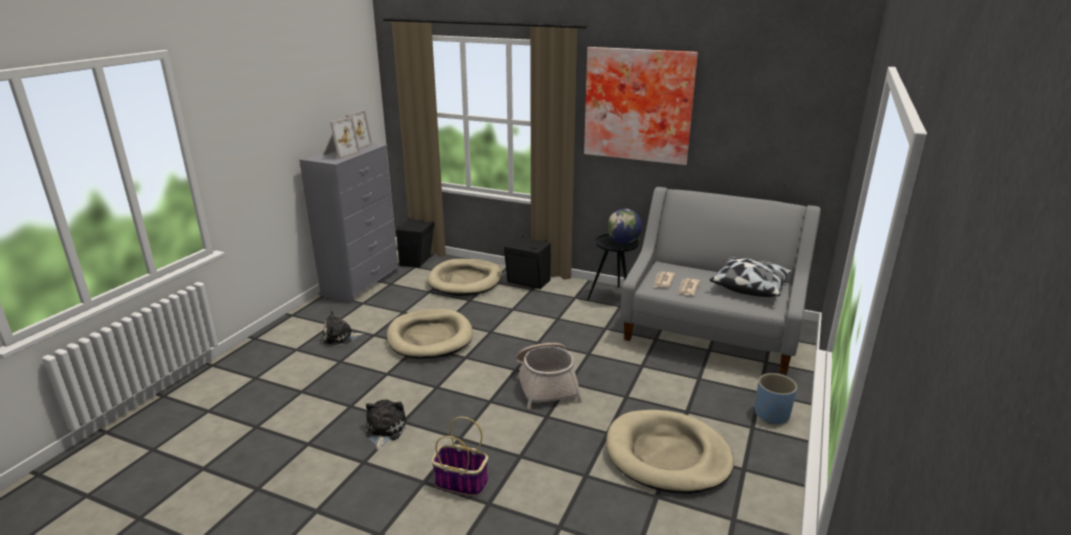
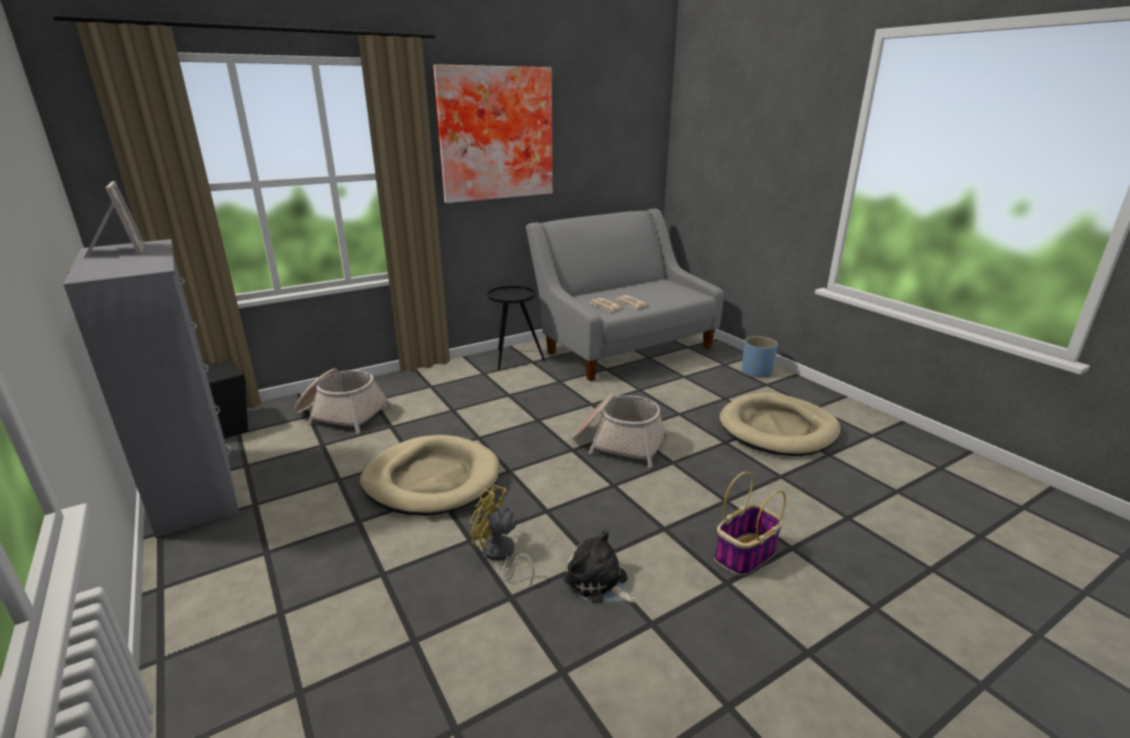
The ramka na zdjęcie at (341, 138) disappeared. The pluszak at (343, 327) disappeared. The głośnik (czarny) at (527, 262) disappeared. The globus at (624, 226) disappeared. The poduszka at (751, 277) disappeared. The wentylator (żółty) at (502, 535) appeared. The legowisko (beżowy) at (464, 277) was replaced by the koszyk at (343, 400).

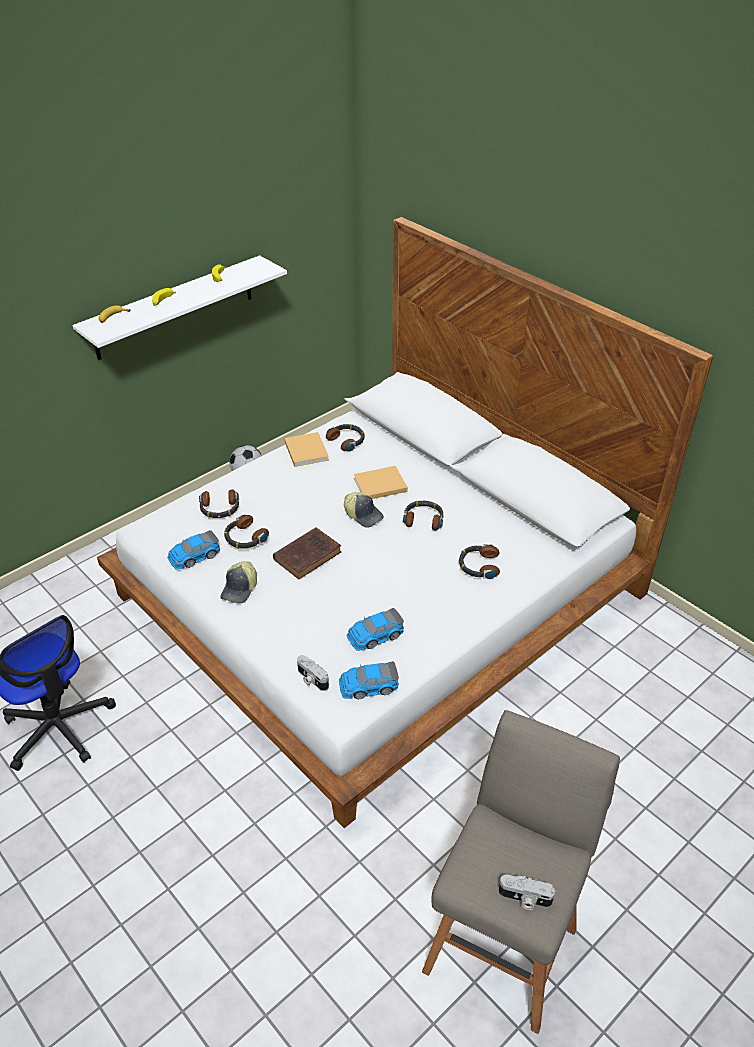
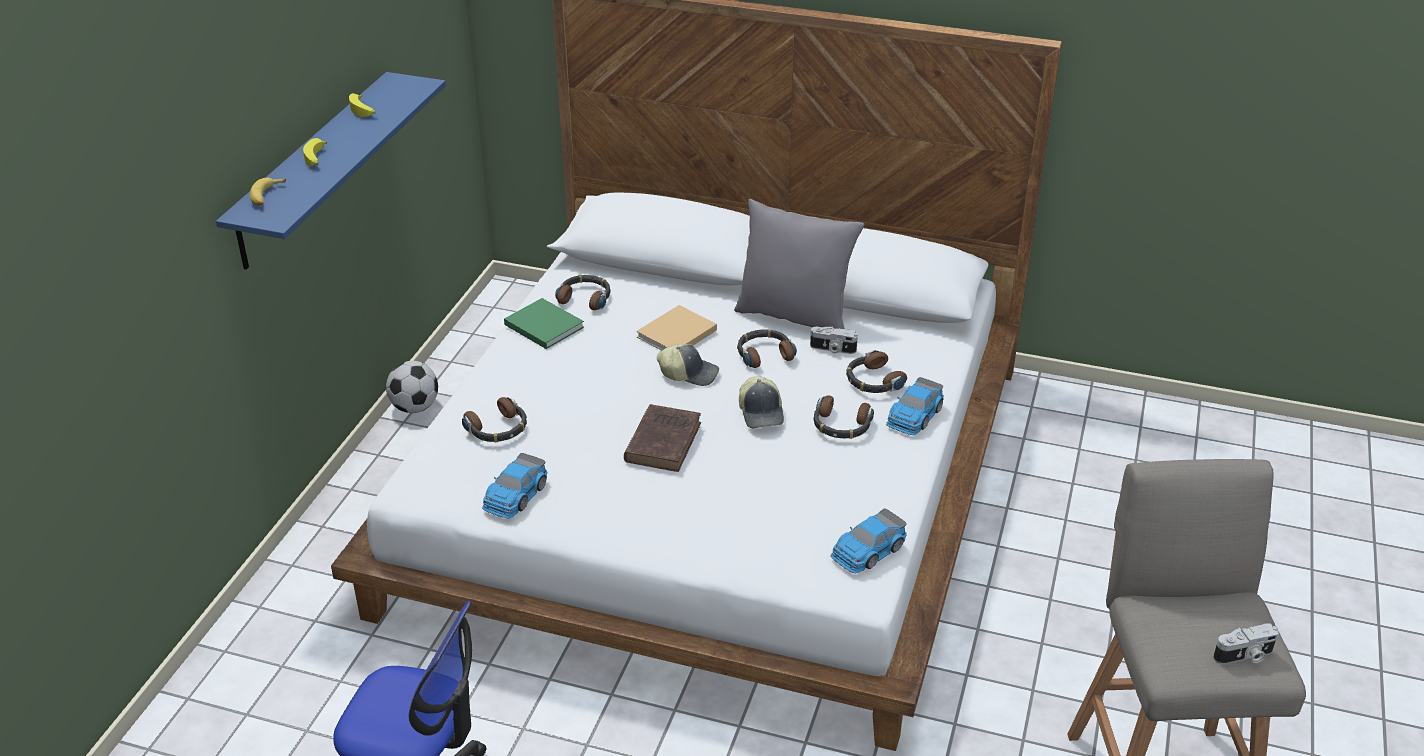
The poduszka (szary) at (799, 264) appeared. The czapka z daszkiem moved from (238, 582) to (761, 402). The słuchawki moved from (246, 532) to (844, 417). The aparat fotograficzny moved from (313, 673) to (834, 340). The samochodzik moved from (375, 629) to (915, 406). The półka (biały) at (179, 307) became the półka (niebieski) at (331, 171). The książka (beżowy) at (306, 449) became the książka (zielony) at (544, 323).

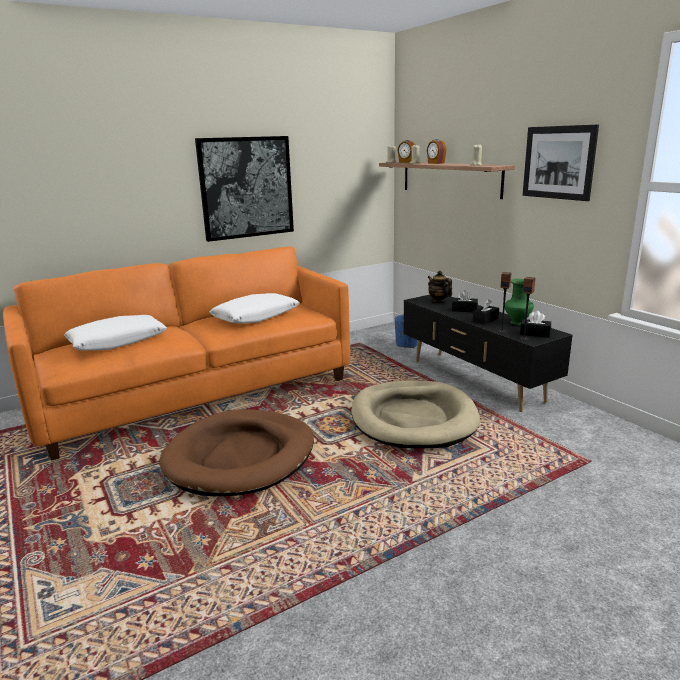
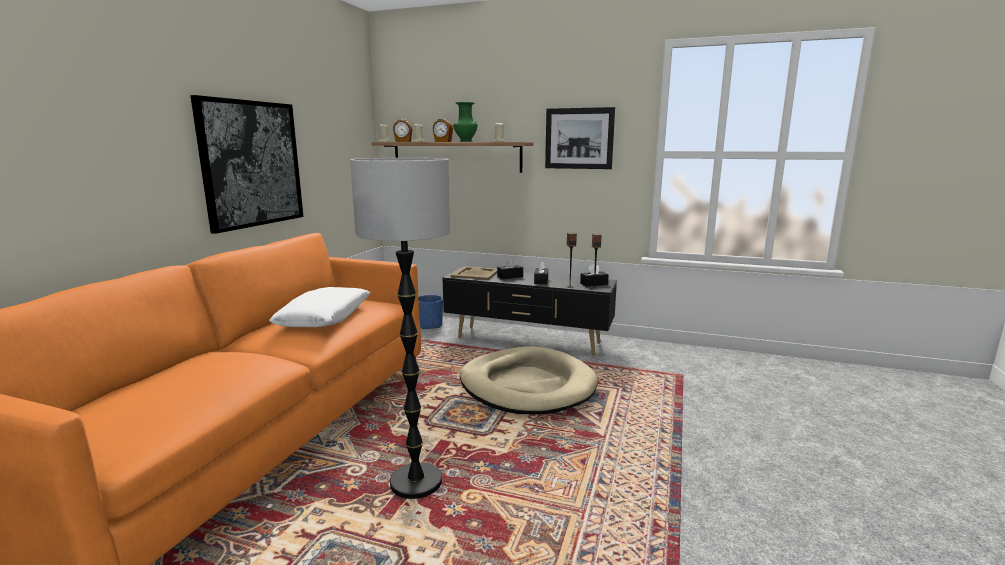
The poduszka (biały) at (115, 333) disappeared. The wazon (zielony) moved from (519, 302) to (465, 122). The legowisko (brązowy) at (236, 452) was replaced by the lampa stojąca at (400, 328). The imbryk at (440, 287) was replaced by the taca (beżowy) at (473, 273).

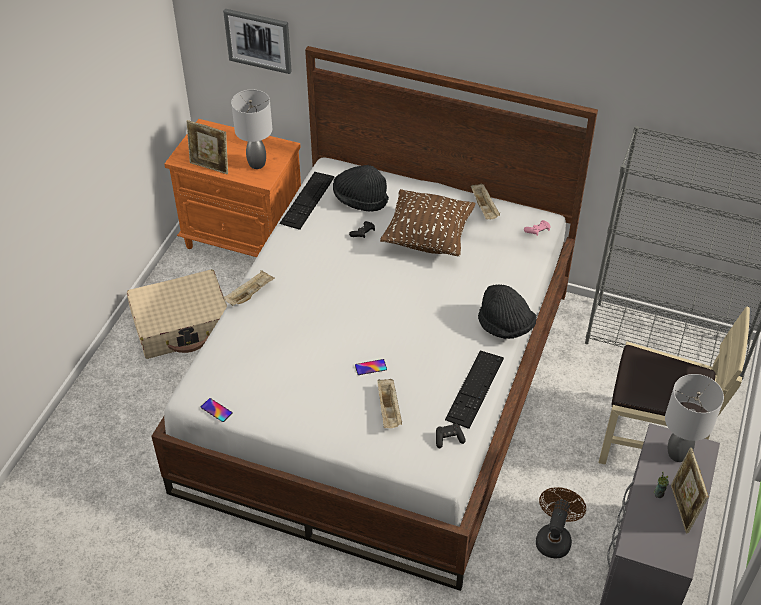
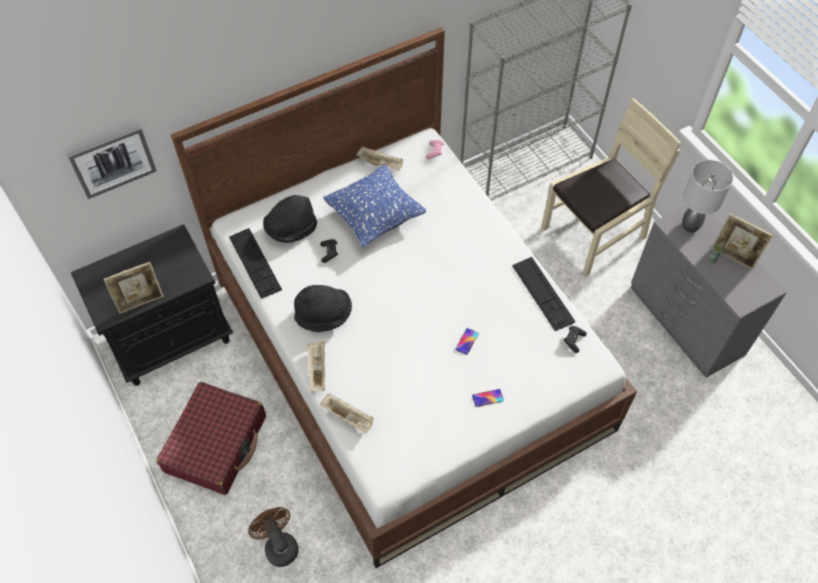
The lampa stołowa (szary) at (251, 129) disappeared. The telefon moved from (216, 410) to (488, 398). The taca (beżowy) moved from (390, 403) to (347, 413). The kapelusz (czarny) moved from (507, 311) to (323, 308). The wentylator (brązowy) moved from (561, 522) to (273, 537). The walizka (beżowy) at (177, 314) became the walizka (czerwony) at (211, 438). The szafka nocna (pomarańczowy) at (232, 188) became the szafka nocna (czarny) at (152, 305). The poduszka (brązowy) at (427, 223) became the poduszka (niebieski) at (374, 205).

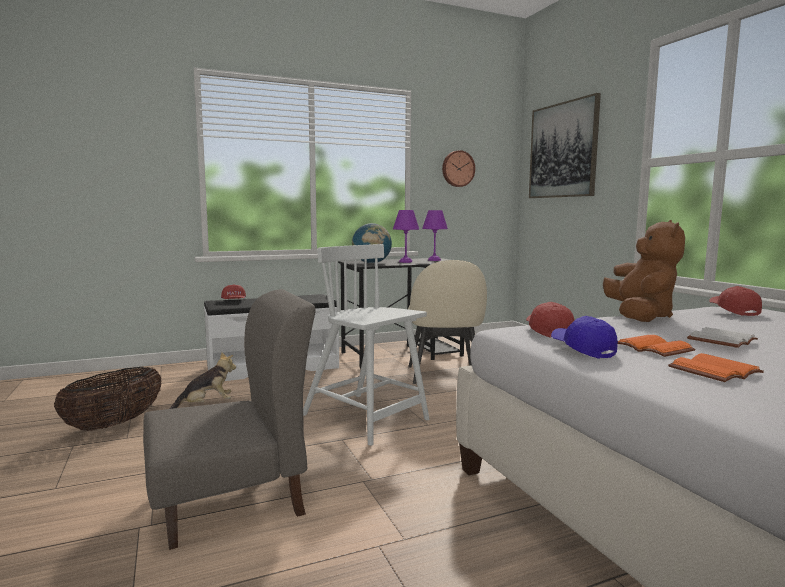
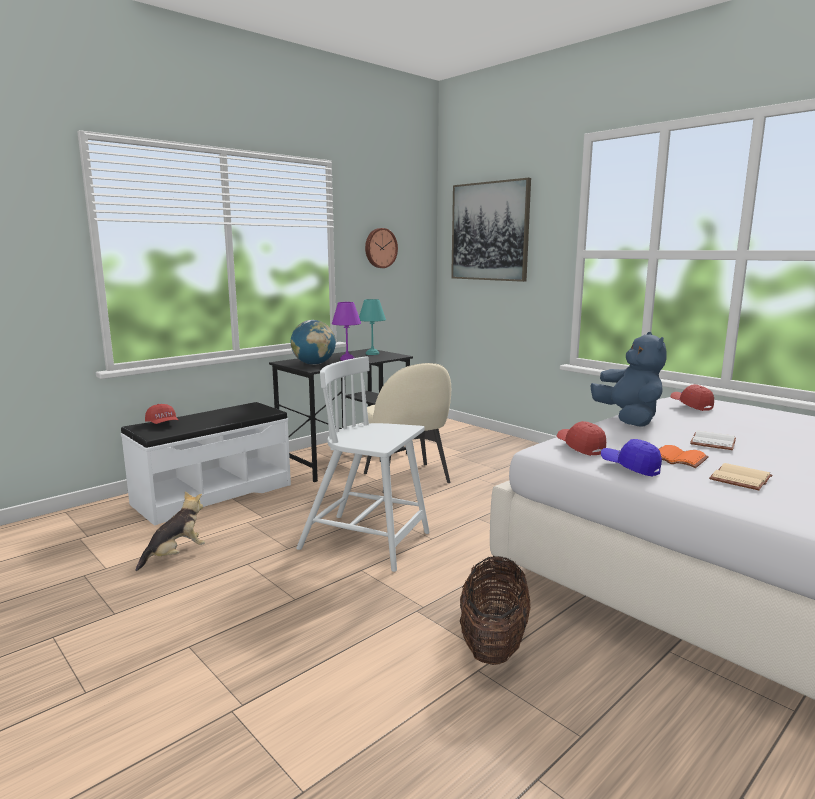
The krzesło (szary) at (229, 419) disappeared. The koszyk moved from (108, 399) to (495, 610). The lampa stołowa (fioletowy) at (435, 235) became the lampa stołowa (turkusowy) at (372, 327). The pluszak (brązowy) at (644, 271) became the pluszak (niebieski) at (629, 379). The książka (pomarańczowy) at (716, 367) became the książka (beżowy) at (740, 476).

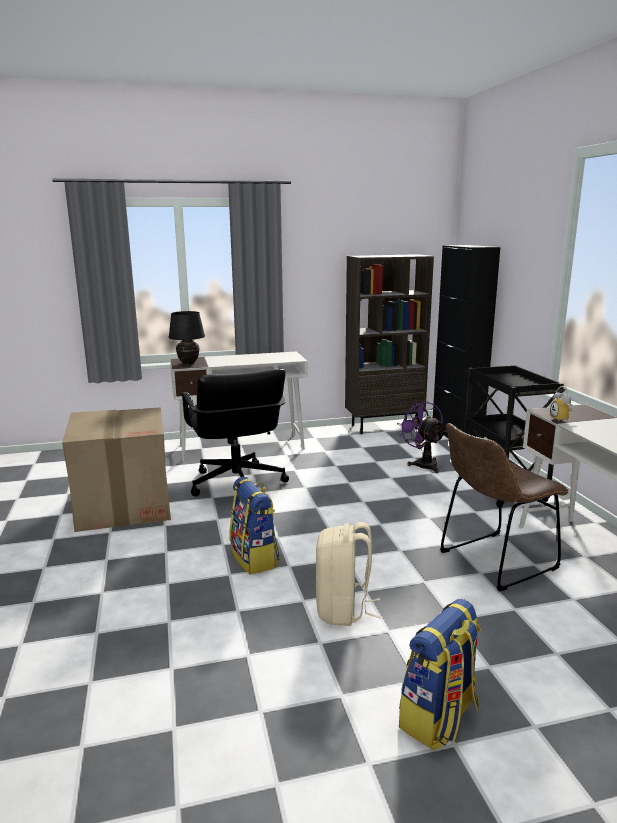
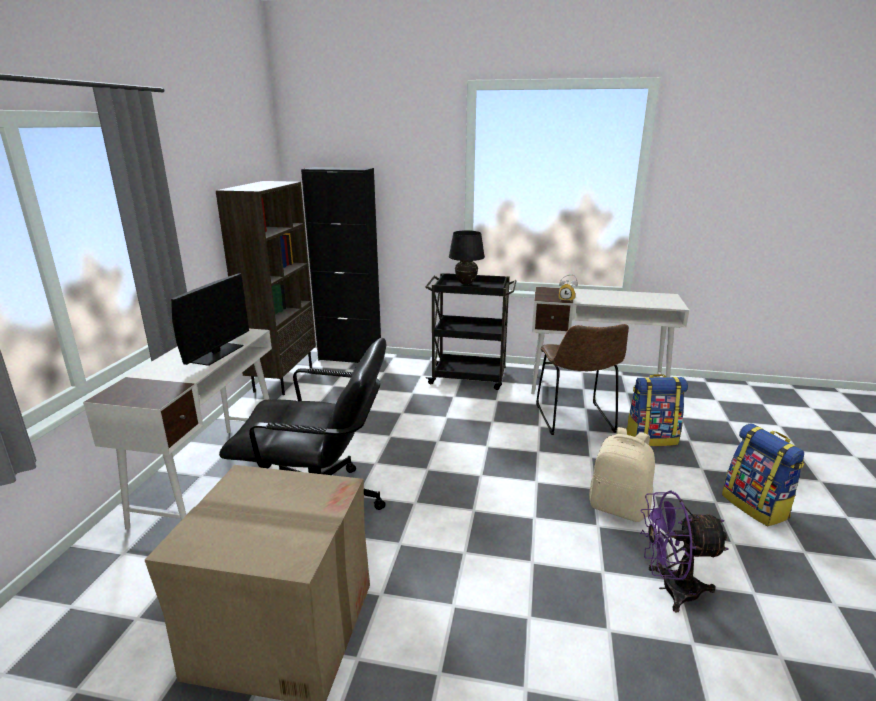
The monitor at (210, 320) appeared. The lampa stołowa (czarny) moved from (187, 337) to (467, 257). The plecak moved from (254, 526) to (657, 410). The wentylator (fioletowy) moved from (422, 437) to (684, 551).

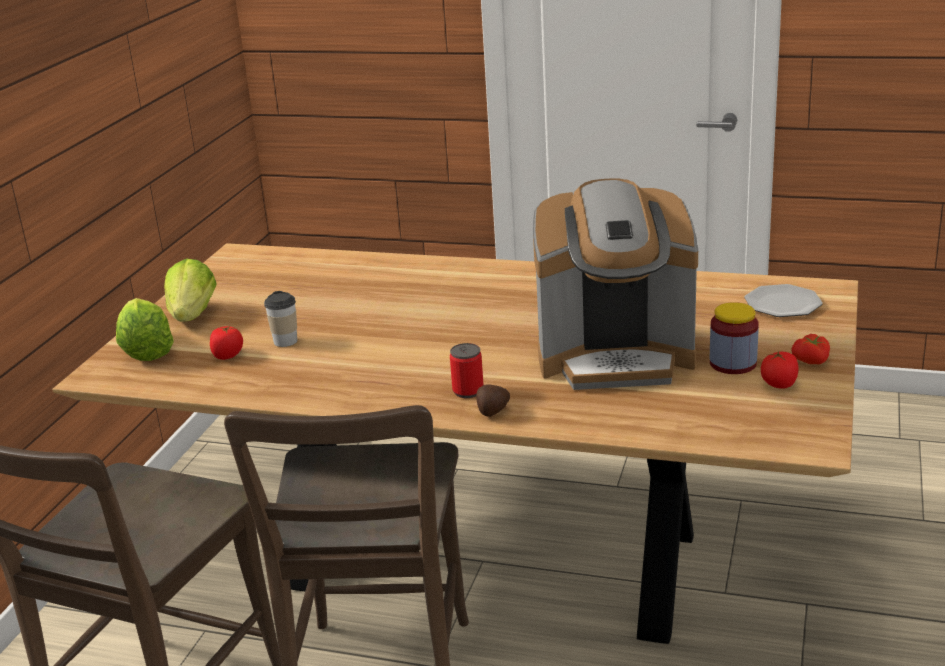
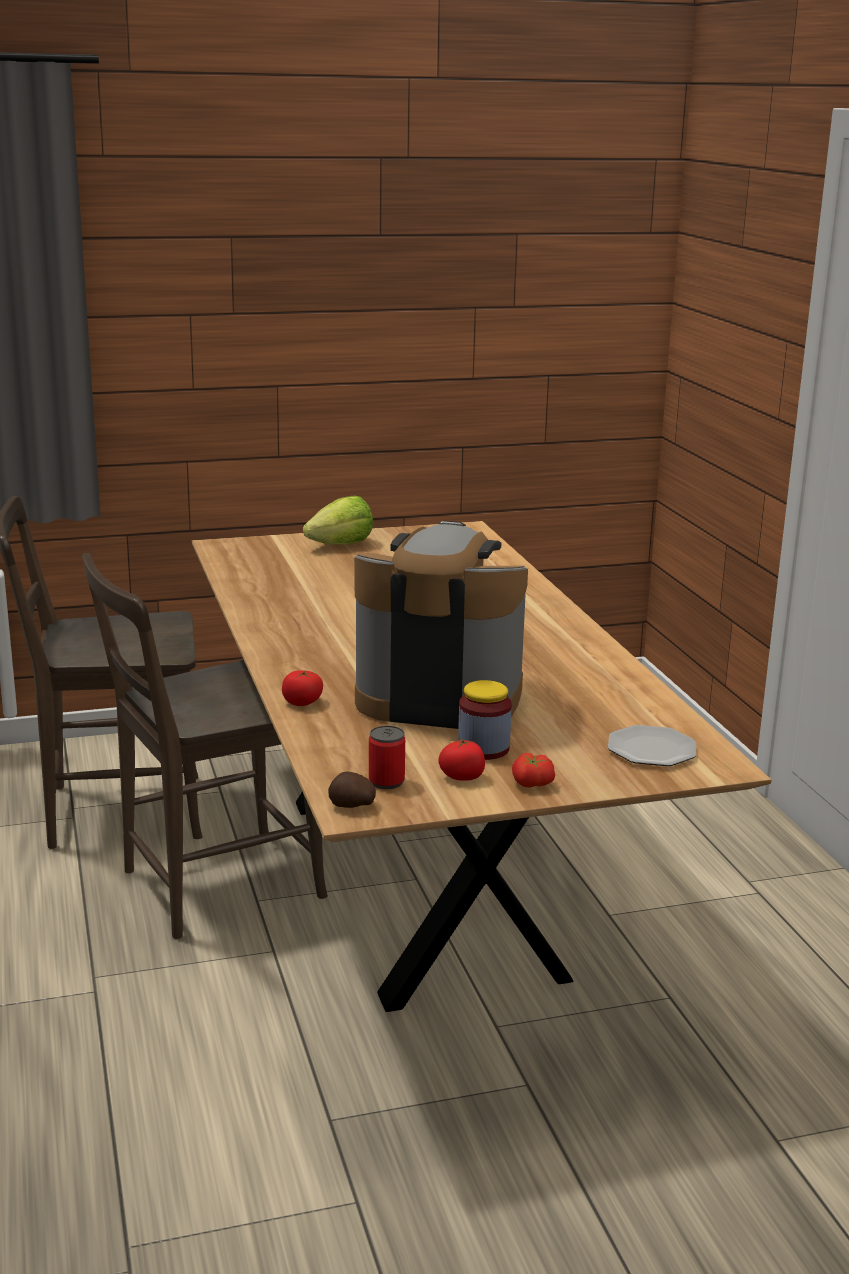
The sałata at (145, 329) disappeared. The filiżanka at (280, 319) disappeared. The pomidor moved from (226, 342) to (302, 688). The puszka moved from (467, 370) to (387, 757). The ziemniak moved from (493, 400) to (352, 789). The ekspres do kawy at (615, 284) turned 135 degrees clockwise.

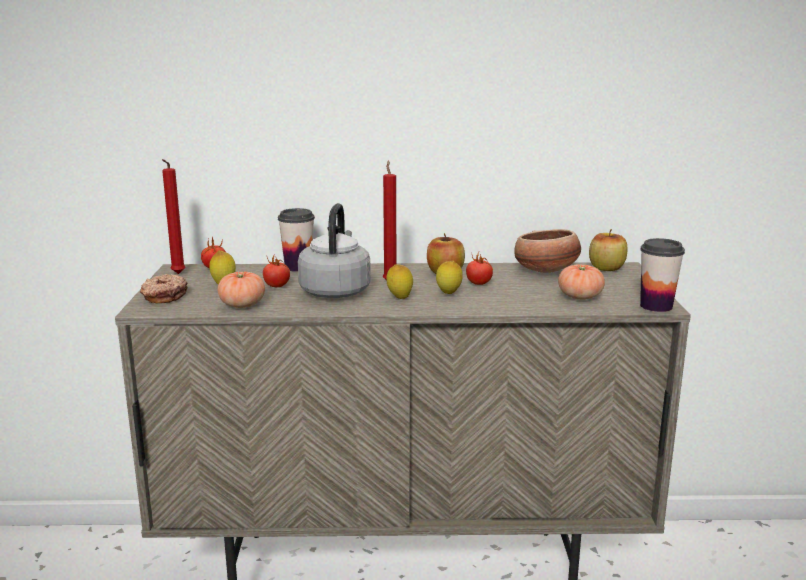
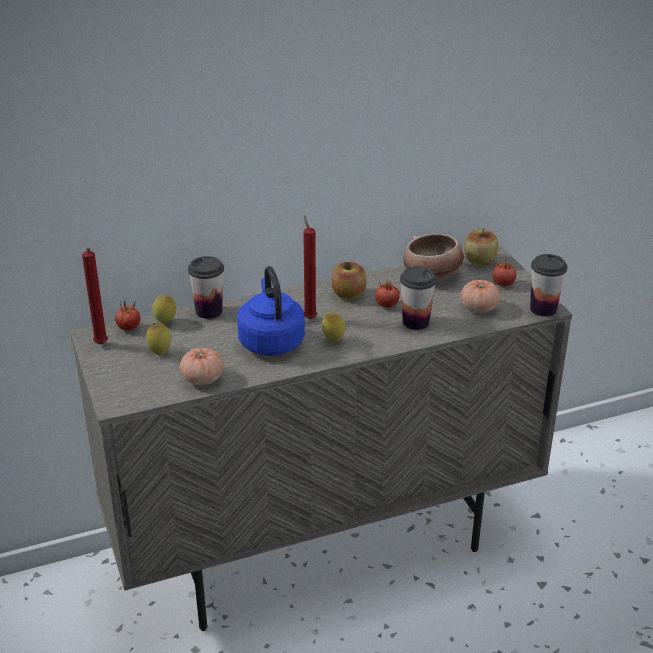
The donut at (164, 288) disappeared. The filiżanka at (418, 298) appeared. The pomidor moved from (276, 270) to (504, 273). The cytryna moved from (449, 277) to (164, 309). The czajnik (szary) at (334, 250) became the czajnik (niebieski) at (271, 311).

